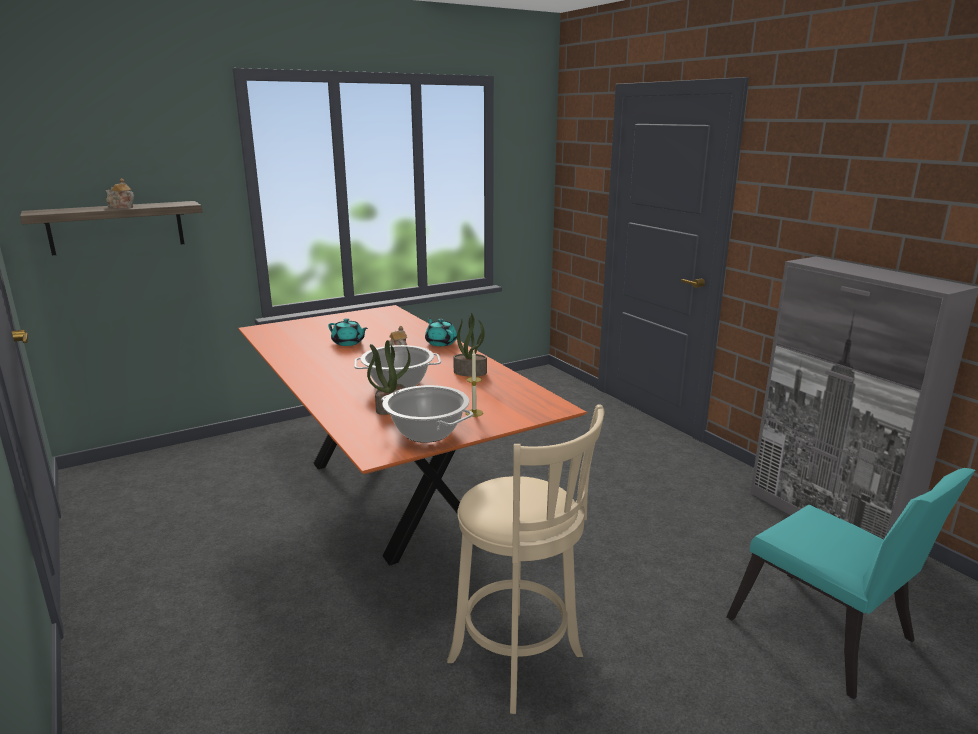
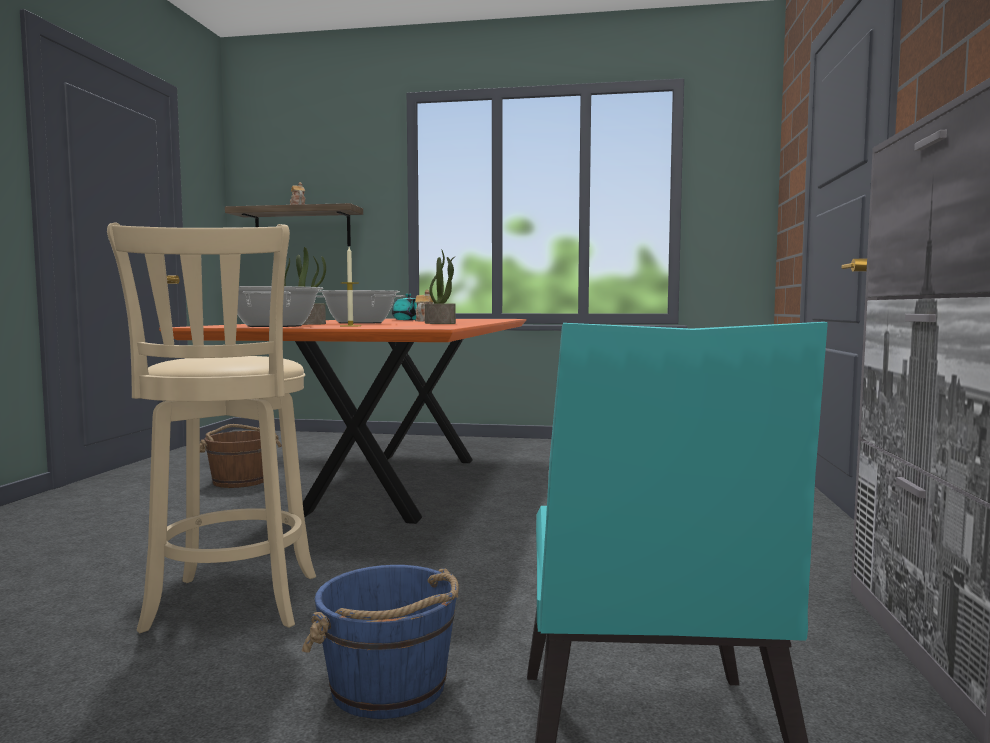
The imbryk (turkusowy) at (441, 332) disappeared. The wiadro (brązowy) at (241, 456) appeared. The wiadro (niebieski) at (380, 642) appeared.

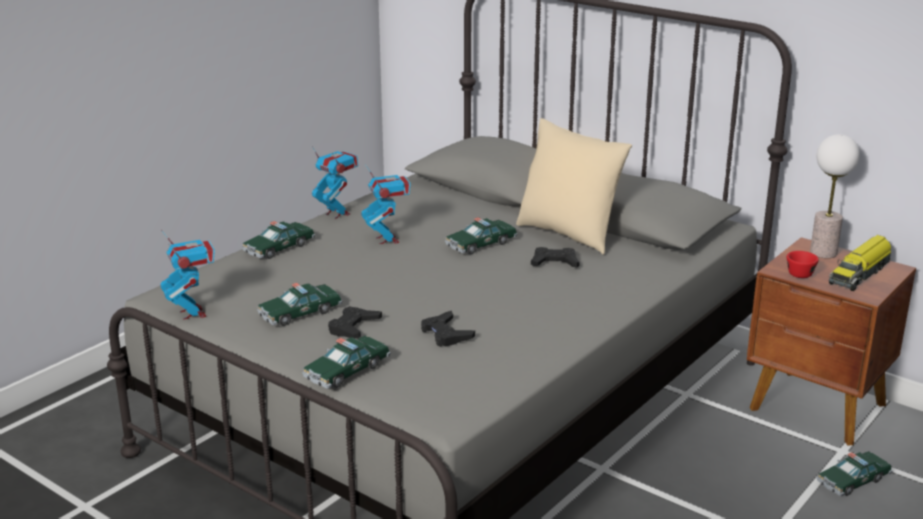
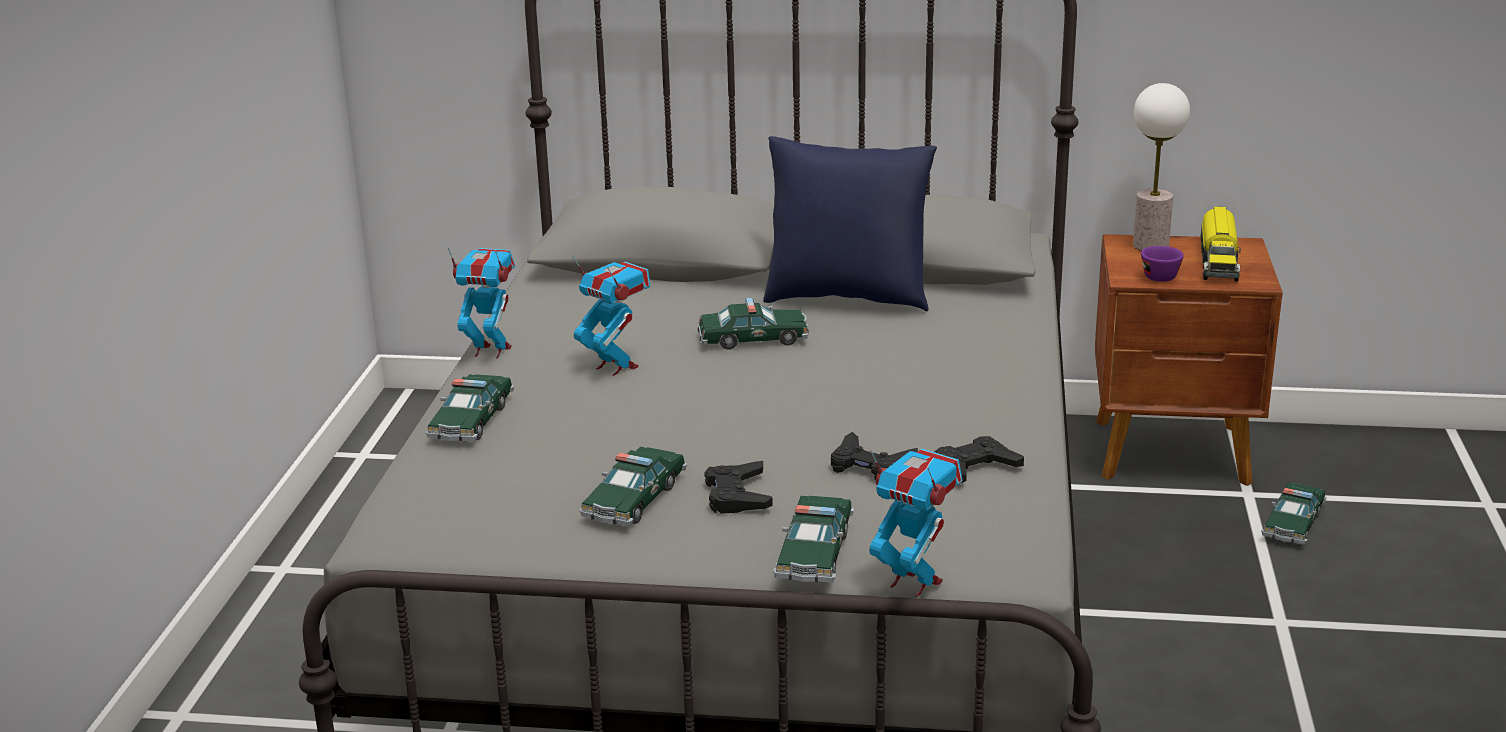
The robot zabawkowy moved from (187, 274) to (916, 523). The pad do gier (czarny) moved from (555, 257) to (979, 459). The poduszka (beżowy) at (574, 186) became the poduszka (niebieski) at (850, 223). The filiżanka (czerwony) at (803, 264) became the filiżanka (fioletowy) at (1162, 264). The samochodzik at (481, 235) turned 120 degrees counterclockwise.

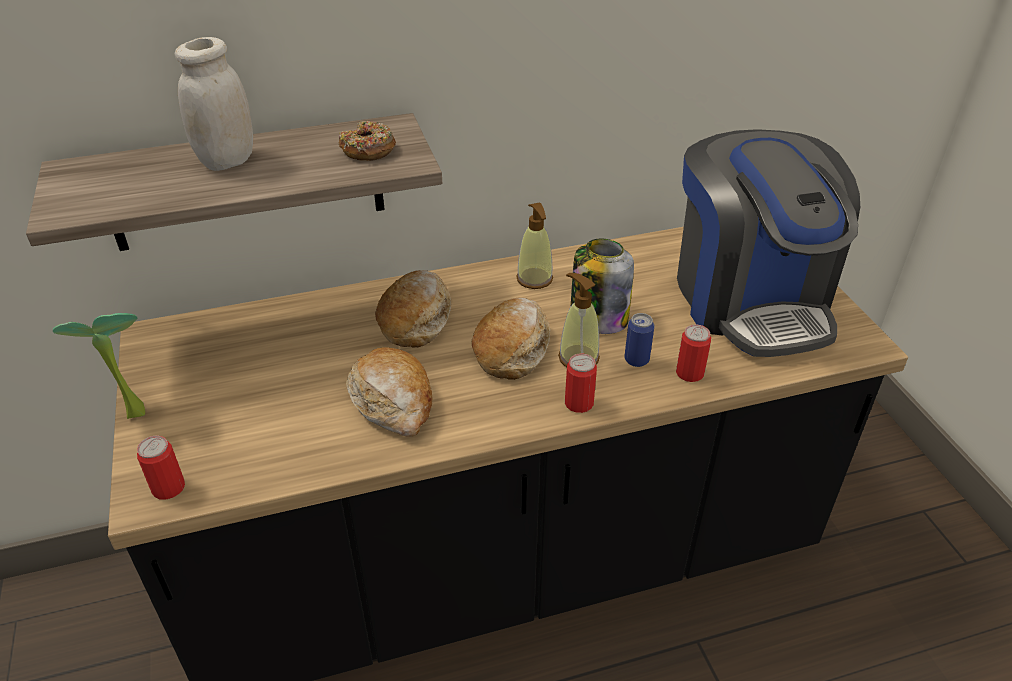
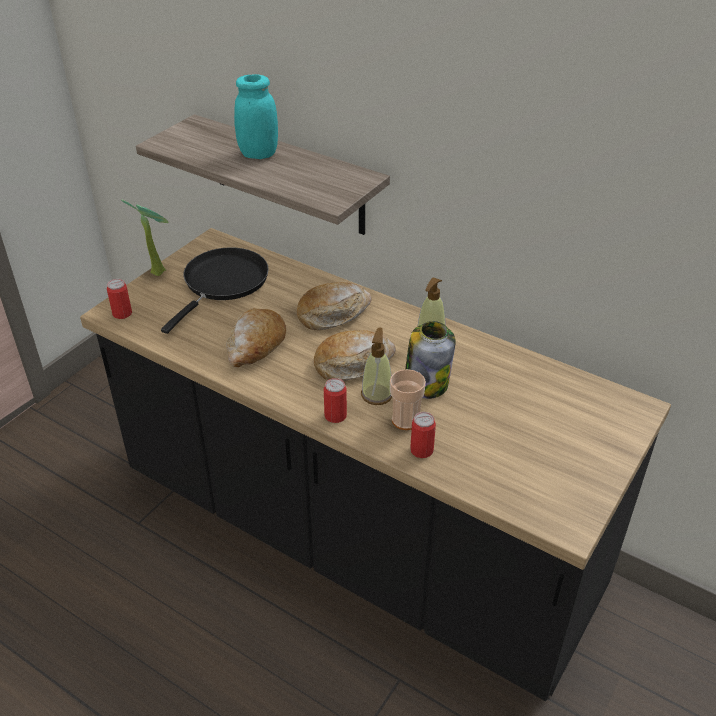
The donut at (367, 141) disappeared. The ekspres do kawy at (768, 243) disappeared. The patelnia (czarny) at (215, 290) appeared. The puszka at (639, 340) was replaced by the filiżanka at (408, 399). The słoik (biały) at (214, 104) became the słoik (turkusowy) at (256, 116).

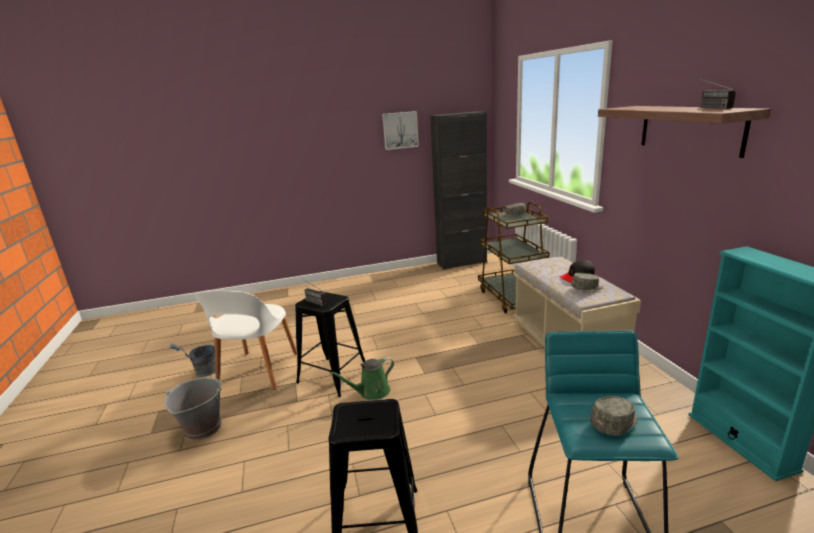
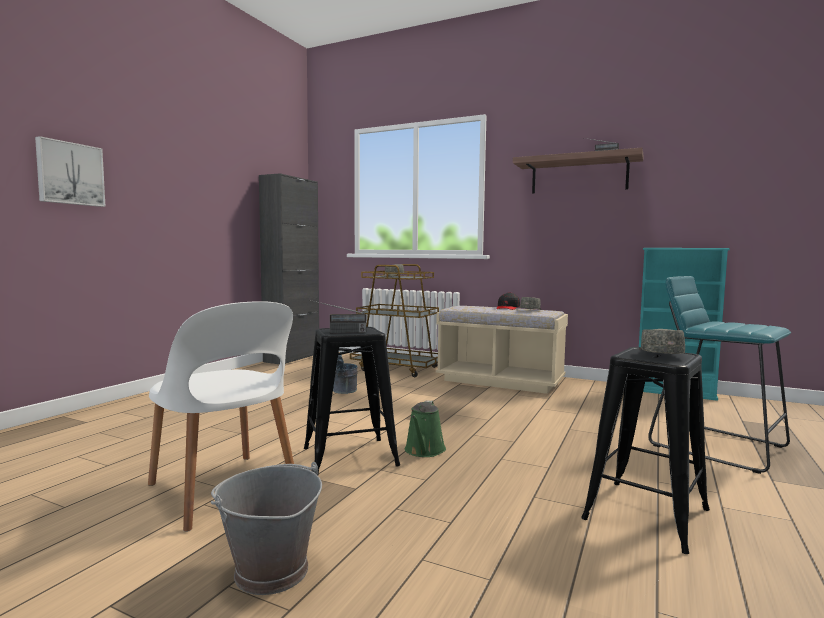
The wiadro (szary) moved from (192, 360) to (345, 374). The obraz moved from (400, 130) to (70, 171). The czapka z daszkiem (szary) moved from (614, 416) to (662, 341).

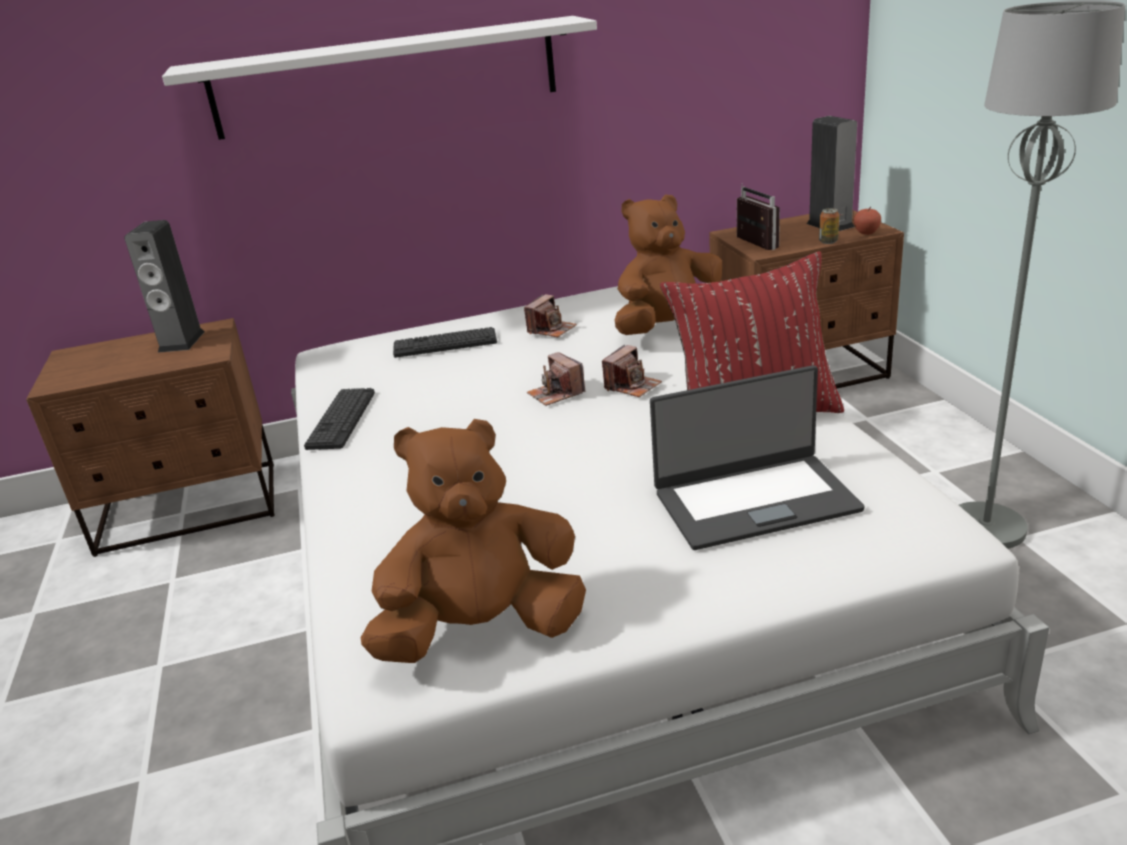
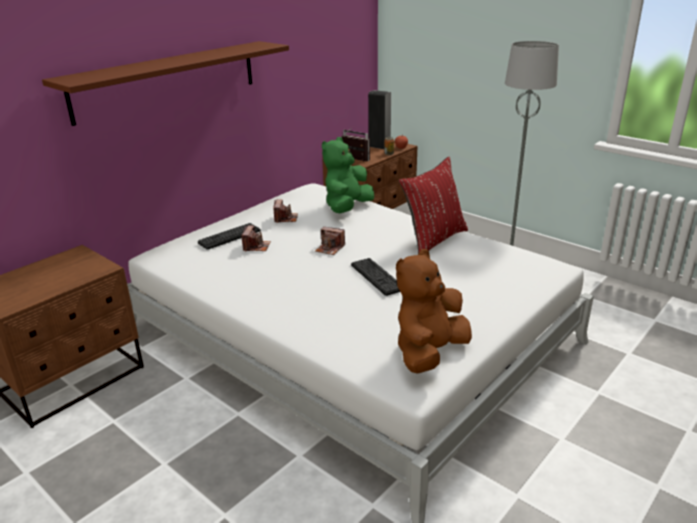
The głośnik at (164, 286) disappeared. The laptop at (757, 457) disappeared. The klawiatura moved from (339, 419) to (375, 277). The aparat fotograficzny moved from (632, 371) to (256, 238). The półka (biały) at (379, 78) became the półka (brązowy) at (165, 83). The pluszak (brązowy) at (668, 264) became the pluszak (zielony) at (348, 175).

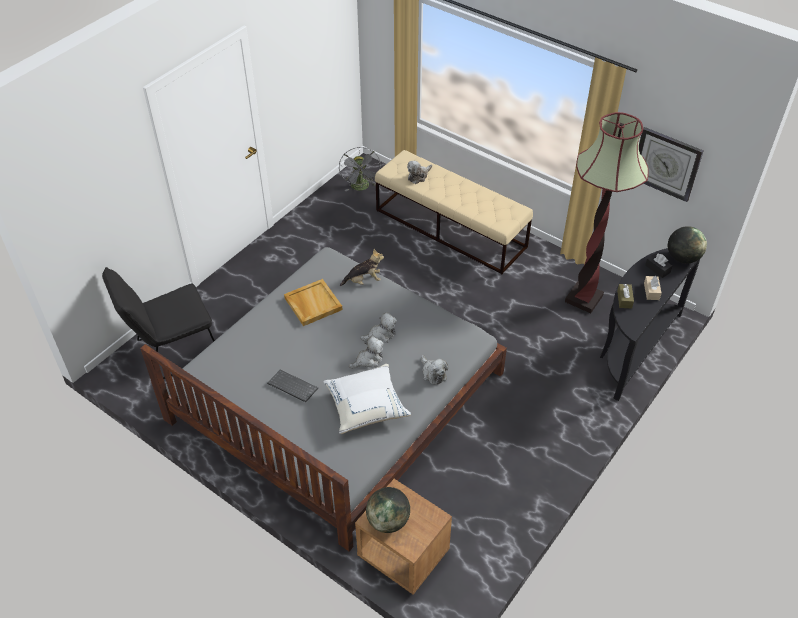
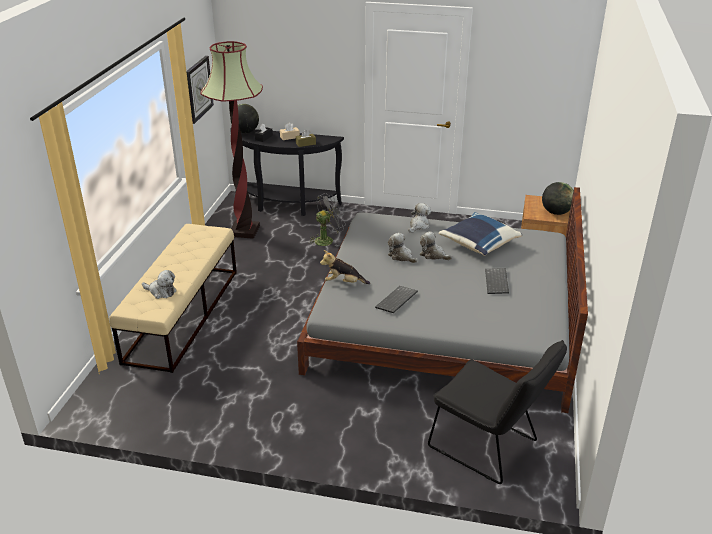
The wentylator (szary) moved from (360, 169) to (327, 220). The taca (beżowy) at (313, 302) was replaced by the klawiatura at (396, 299). The poduszka (biały) at (367, 399) became the poduszka (niebieski) at (480, 234). The pluszak at (362, 267) turned 45 degrees counterclockwise.

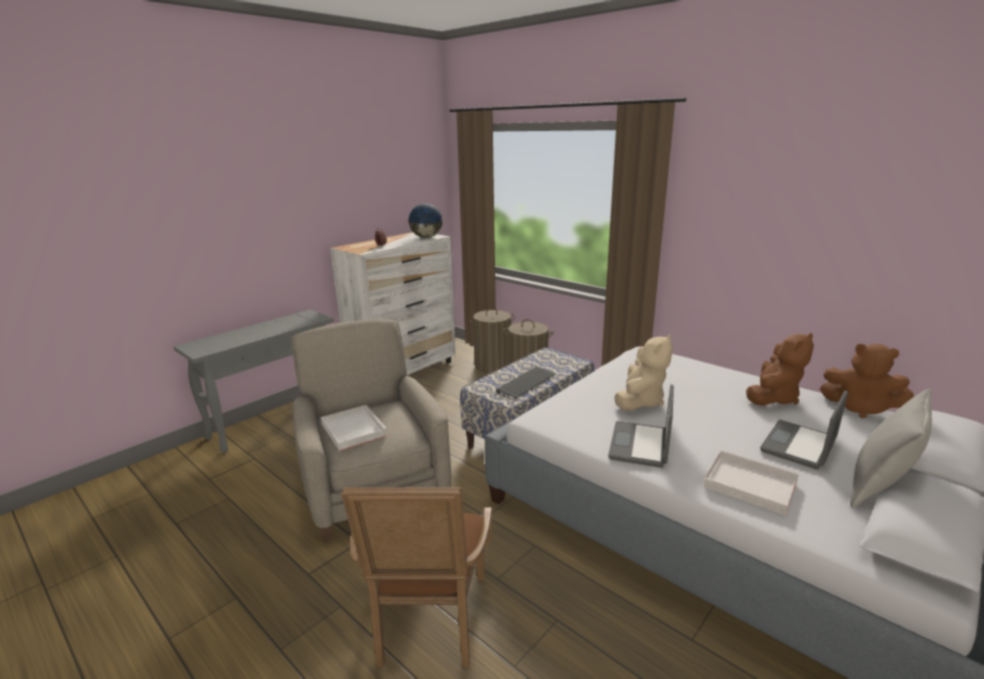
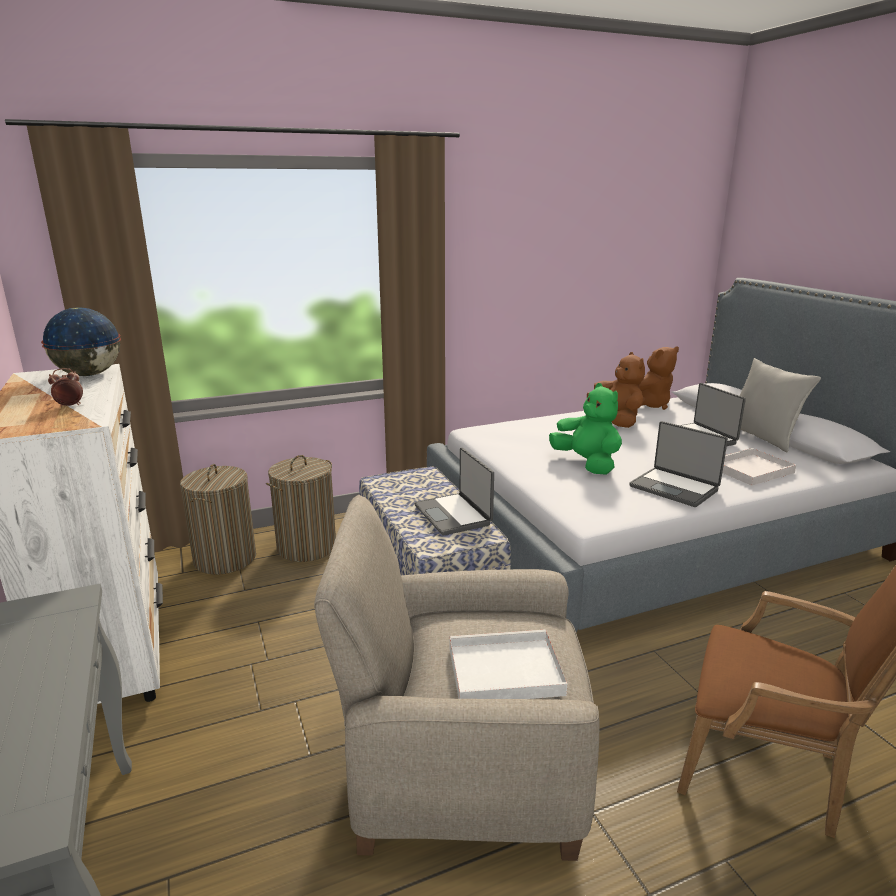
The klawiatura at (525, 382) was replaced by the laptop at (454, 491). The pluszak (beżowy) at (643, 373) became the pluszak (zielony) at (585, 429).

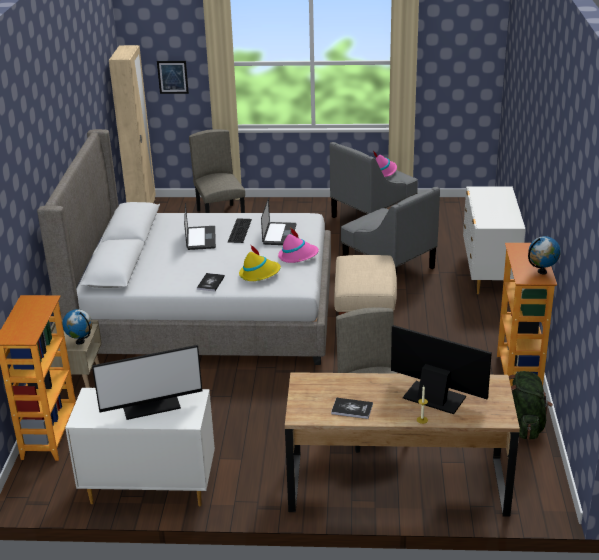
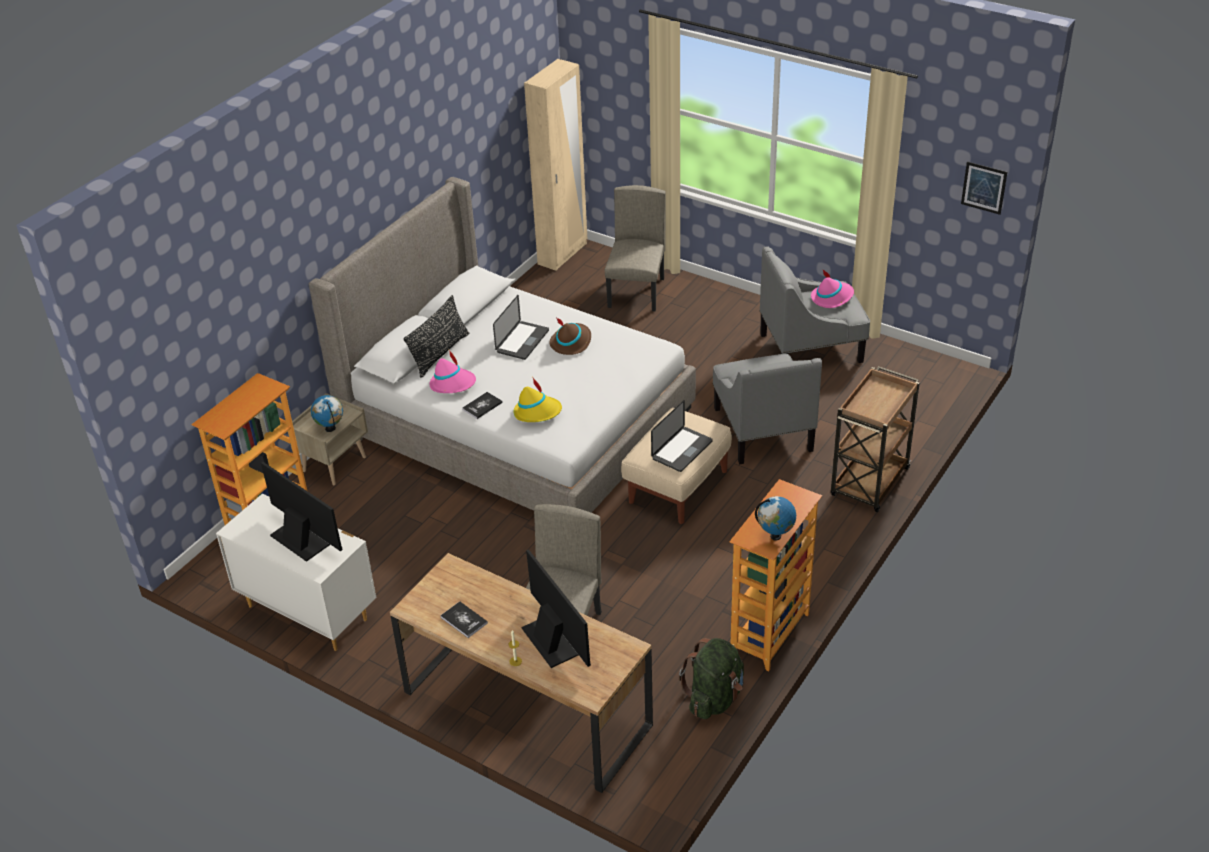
The poduszka (czarny) at (436, 336) appeared. The obraz moved from (173, 77) to (984, 188). The laptop moved from (278, 221) to (682, 436). The kapelusz (różowy) moved from (298, 245) to (453, 371). The klawiatura at (240, 230) was replaced by the kapelusz (brązowy) at (570, 336). The komoda (biały) at (494, 240) was replaced by the wózek (brązowy) at (875, 439). The monitor at (147, 382) turned 150 degrees counterclockwise.

